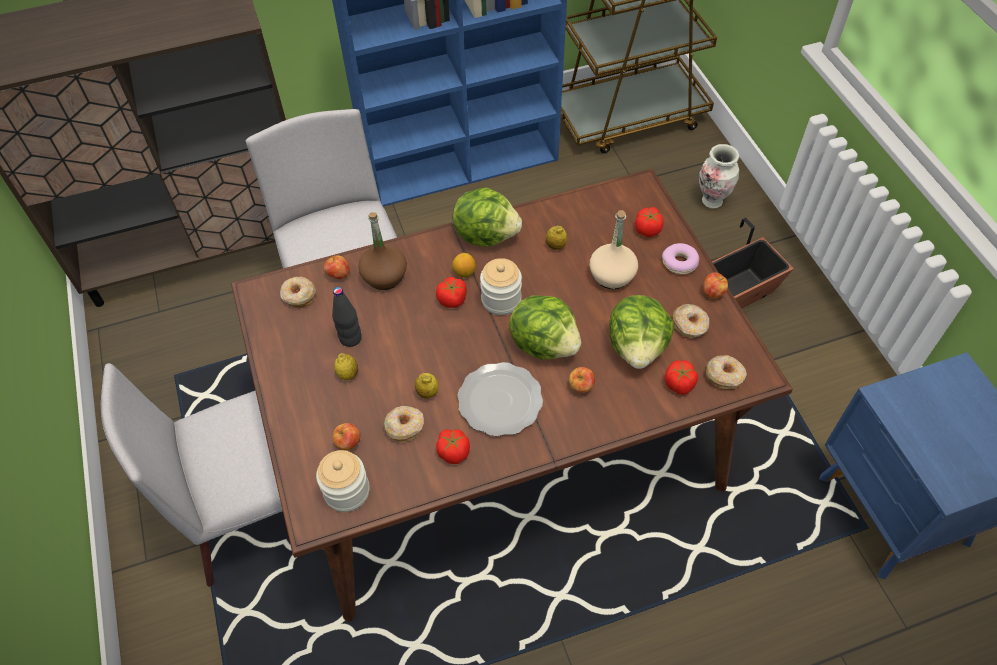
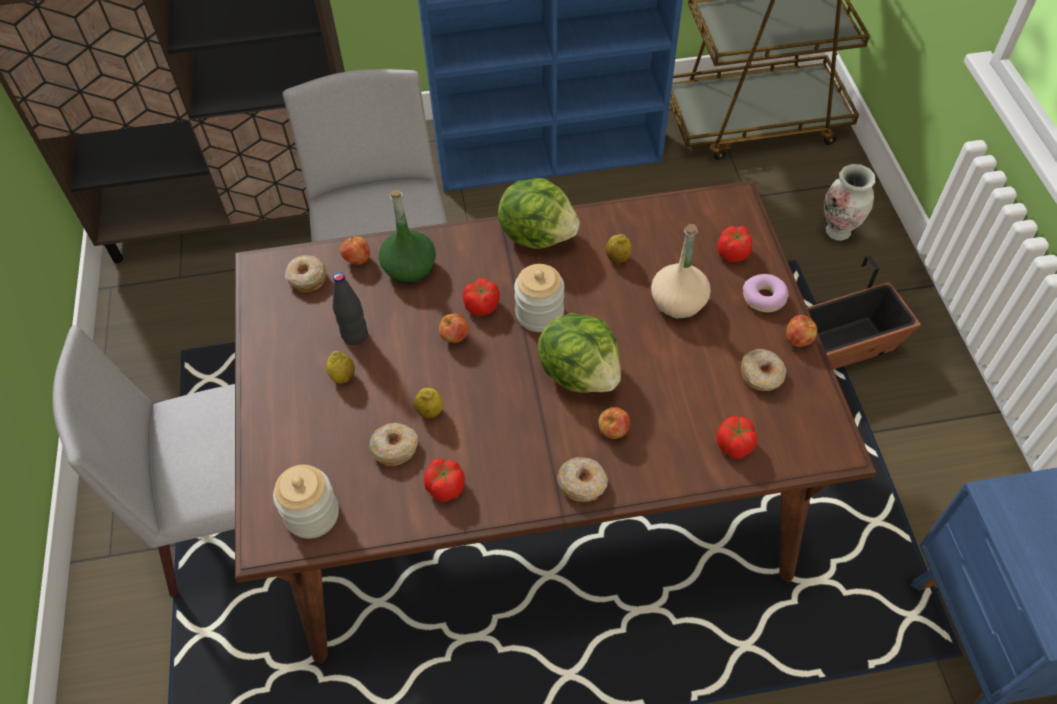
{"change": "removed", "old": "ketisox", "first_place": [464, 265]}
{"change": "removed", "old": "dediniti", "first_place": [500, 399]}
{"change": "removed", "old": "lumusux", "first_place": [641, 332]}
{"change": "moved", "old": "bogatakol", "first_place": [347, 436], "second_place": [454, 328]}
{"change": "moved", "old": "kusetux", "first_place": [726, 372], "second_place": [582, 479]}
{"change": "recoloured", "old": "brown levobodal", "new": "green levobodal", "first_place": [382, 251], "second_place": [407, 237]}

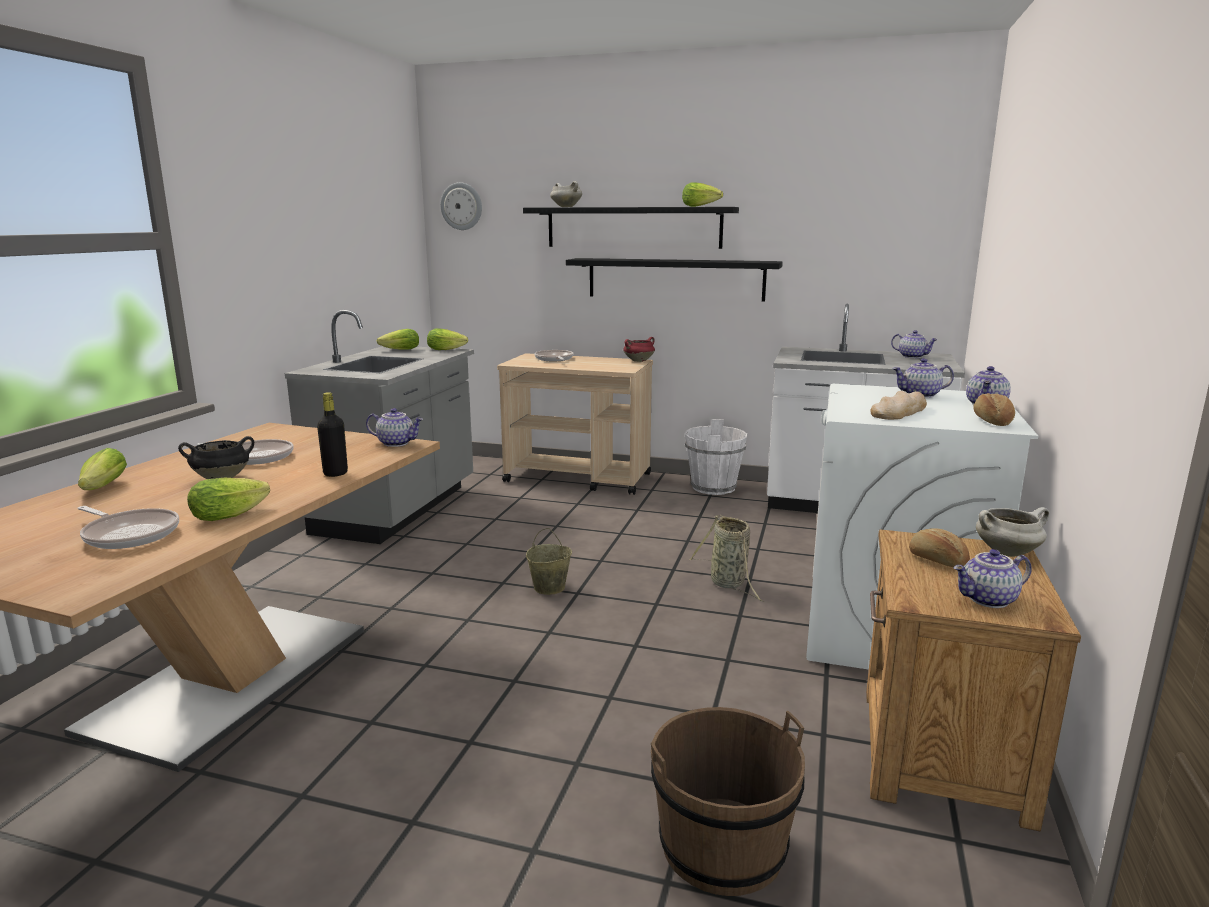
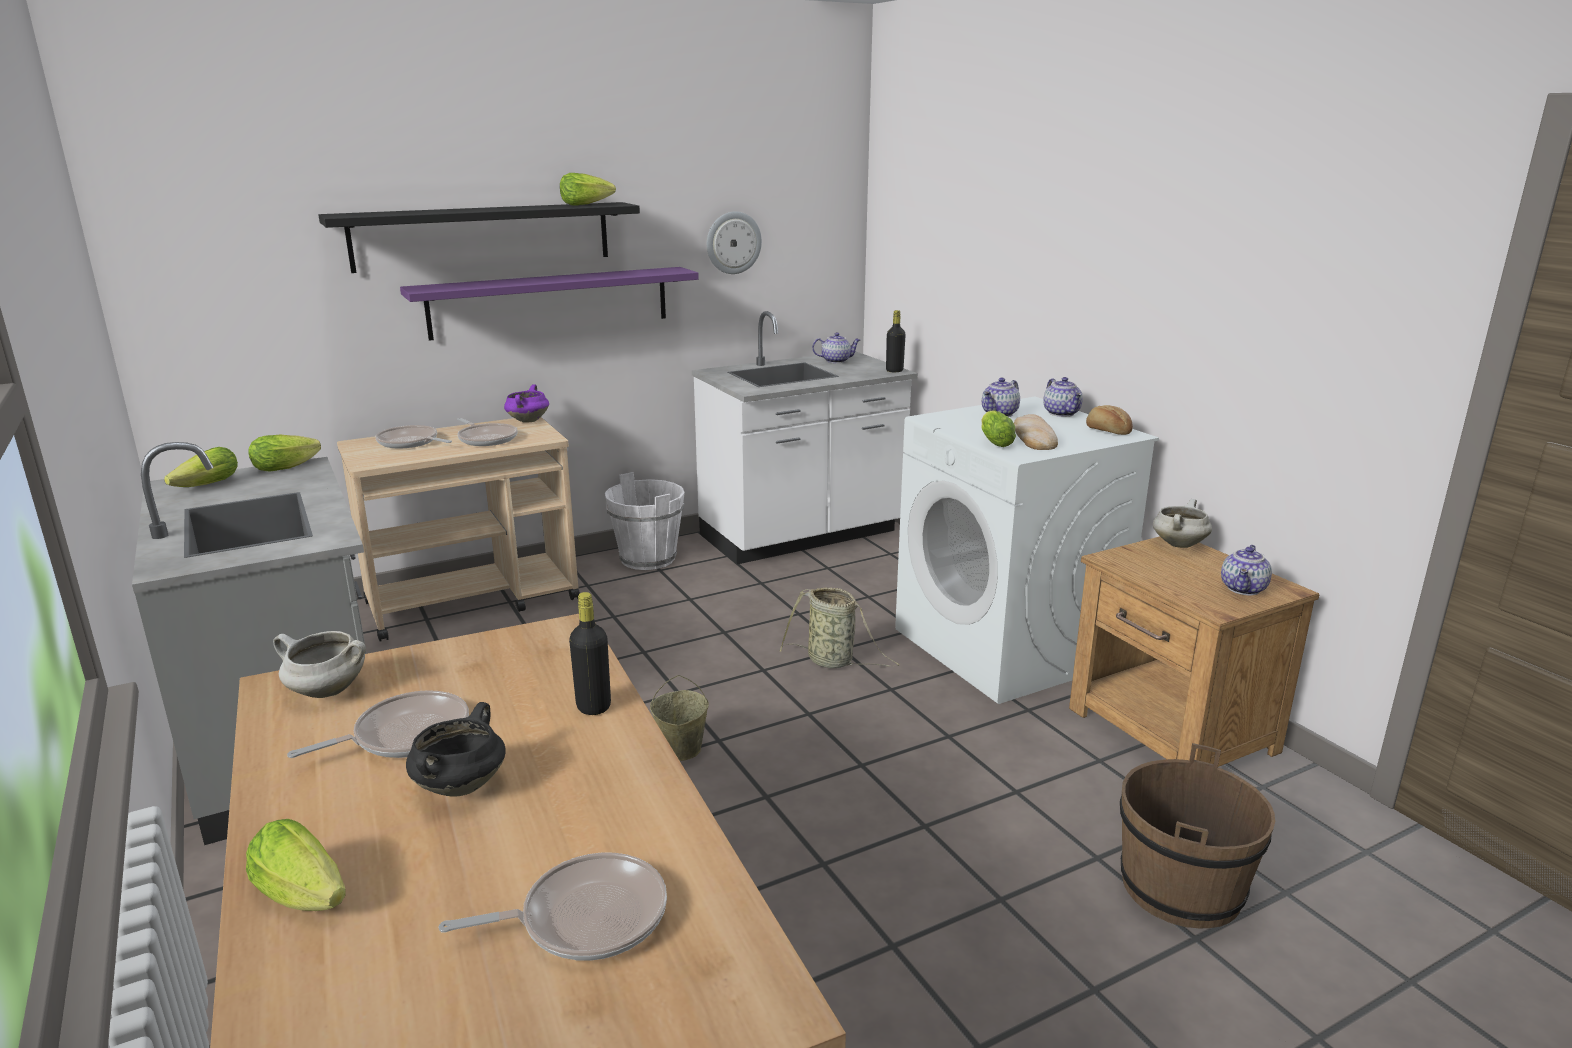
{"change": "removed", "old": "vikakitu", "first_place": [394, 427]}
{"change": "removed", "old": "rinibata", "first_place": [939, 547]}
{"change": "added", "new": "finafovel", "second_place": [487, 432]}
{"change": "added", "new": "black levobodal", "second_place": [896, 341]}
{"change": "moved", "old": "lumusux", "first_place": [228, 499], "second_place": [998, 428]}
{"change": "moved", "old": "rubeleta", "first_place": [461, 206], "second_place": [734, 242]}
{"change": "moved", "old": "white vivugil", "first_place": [566, 194], "second_place": [319, 664]}
{"change": "recoloured", "old": "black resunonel", "new": "purple resunonel", "first_place": [674, 280], "second_place": [549, 304]}
{"change": "recoloured", "old": "red vivugil", "new": "purple vivugil", "first_place": [639, 349], "second_place": [526, 403]}

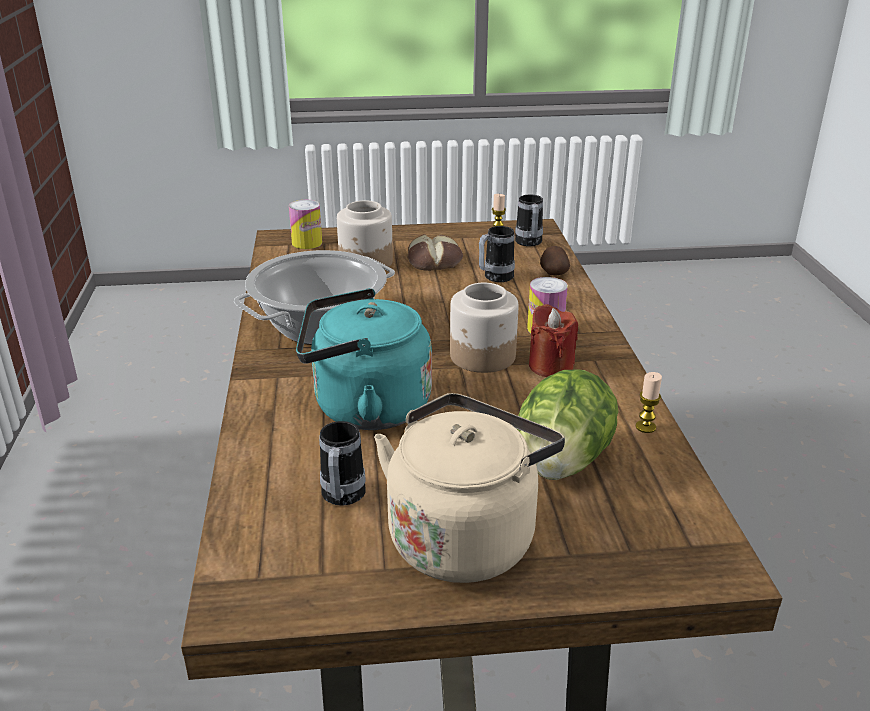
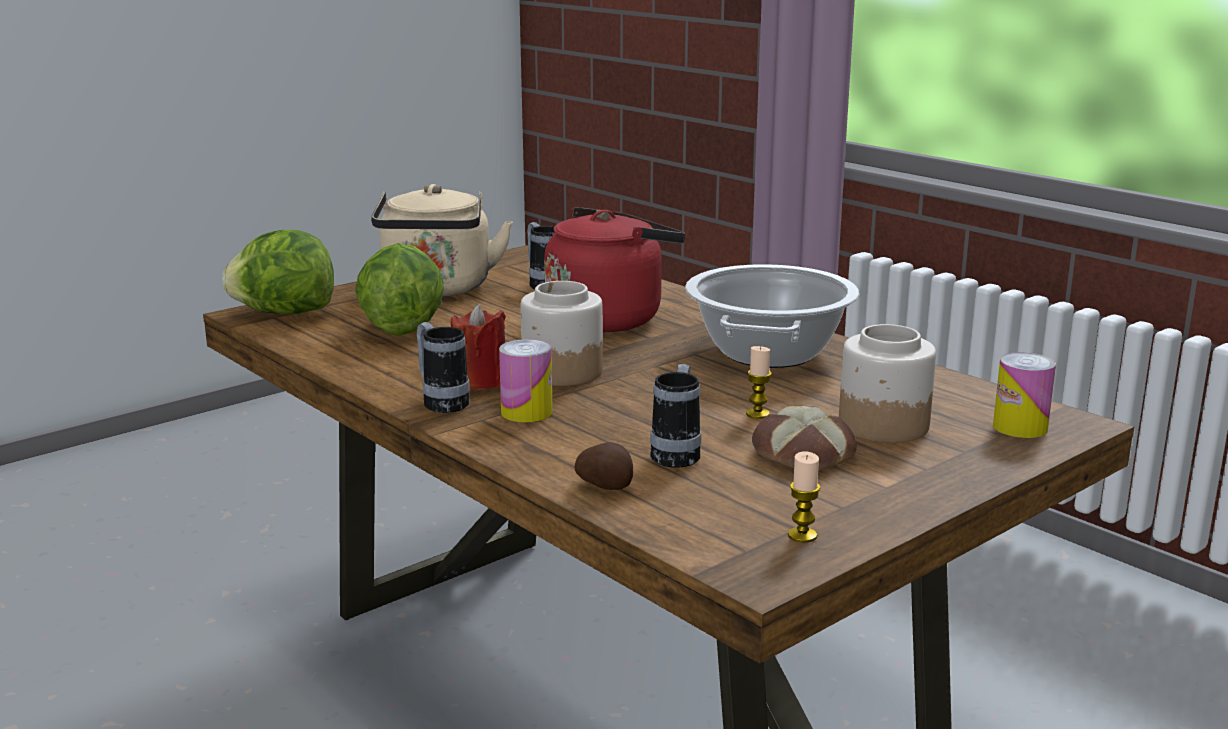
{"change": "added", "new": "lumusux", "second_place": [278, 272]}
{"change": "moved", "old": "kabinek", "first_place": [529, 220], "second_place": [443, 367]}
{"change": "moved", "old": "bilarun", "first_place": [649, 402], "second_place": [759, 382]}
{"change": "recoloured", "old": "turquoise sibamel", "new": "red sibamel", "first_place": [364, 359], "second_place": [614, 269]}

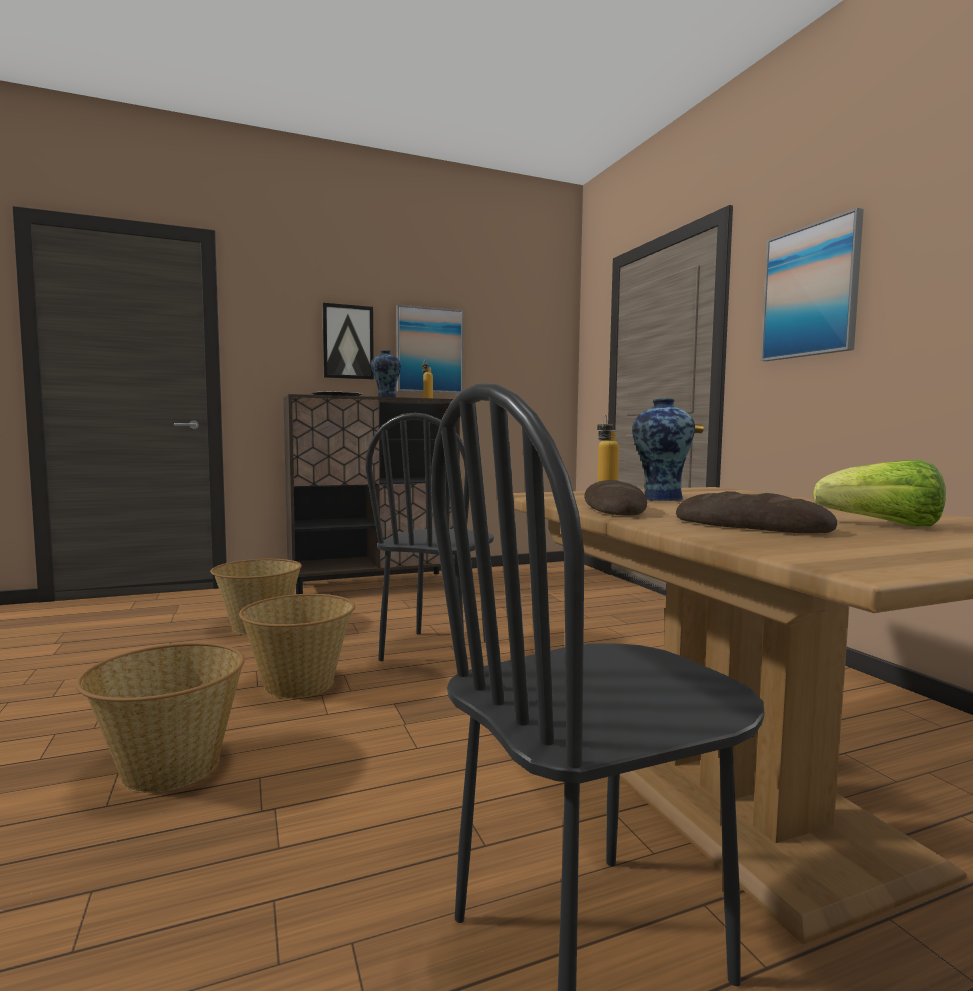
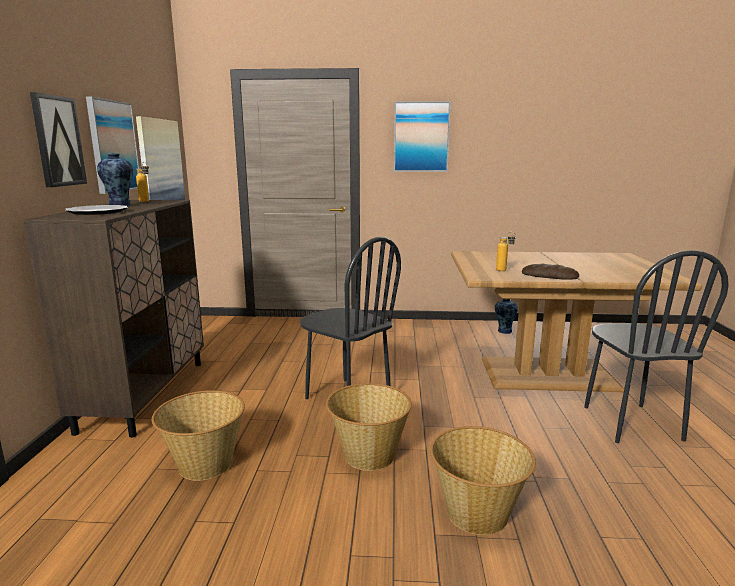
{"change": "removed", "old": "rinibata", "first_place": [756, 512]}
{"change": "removed", "old": "lumusux", "first_place": [879, 493]}
{"change": "added", "new": "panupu", "second_place": [160, 158]}
{"change": "moved", "old": "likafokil", "first_place": [663, 449], "second_place": [506, 316]}

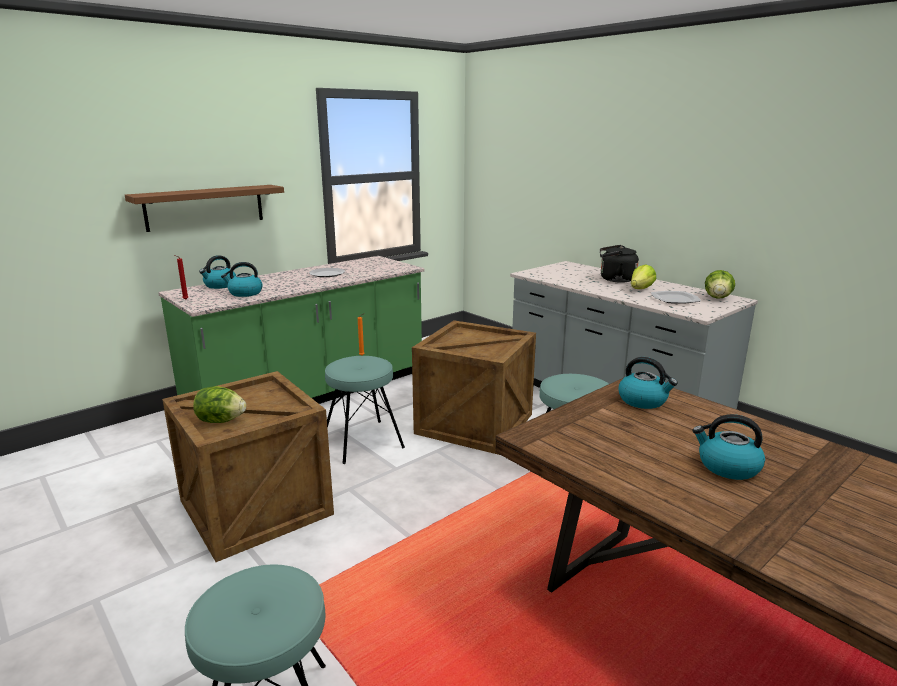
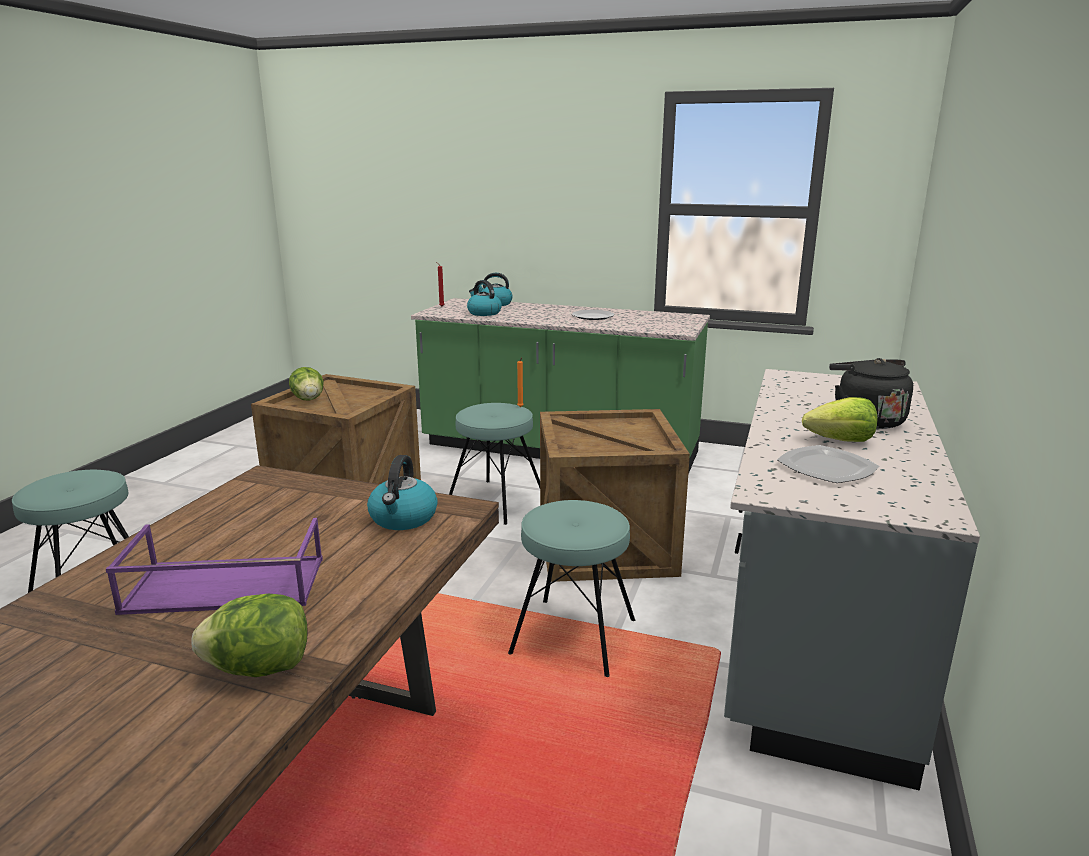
{"change": "removed", "old": "brown resunonel", "first_place": [204, 208]}
{"change": "moved", "old": "lumusux", "first_place": [720, 284], "second_place": [249, 635]}
{"change": "replaced", "old": "sibamel", "new": "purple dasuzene", "first_place": [729, 447], "second_place": [214, 566]}

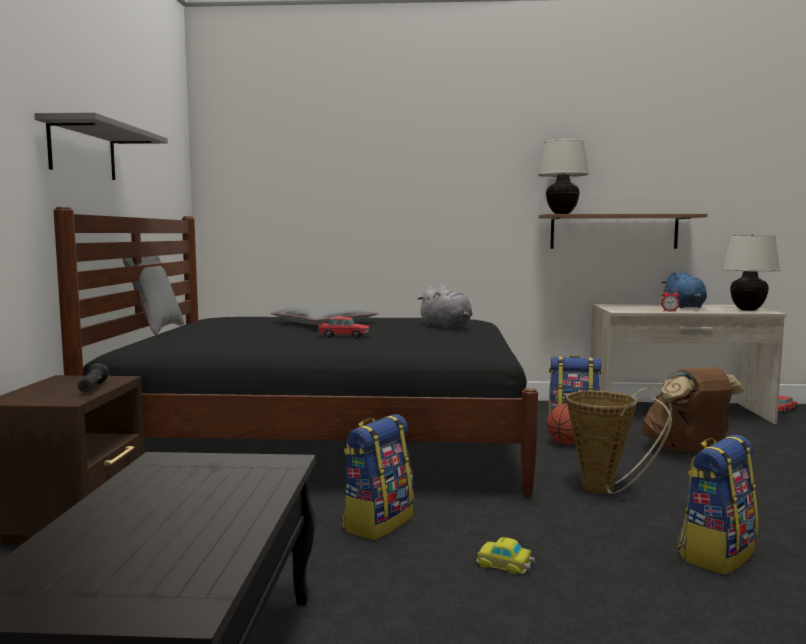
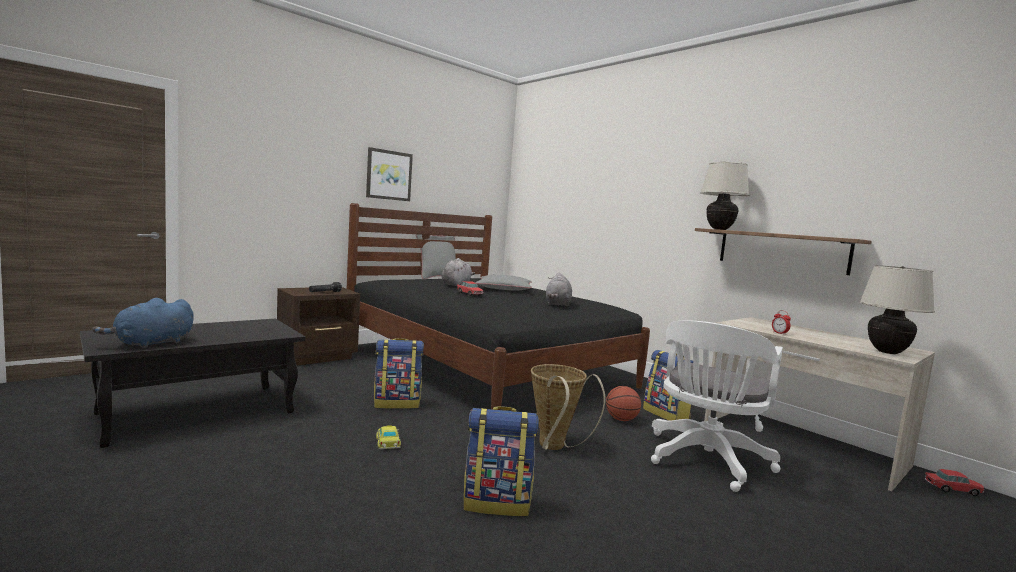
{"change": "added", "new": "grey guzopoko", "second_place": [458, 272]}
{"change": "moved", "old": "blue guzopoko", "first_place": [684, 289], "second_place": [142, 323]}
{"change": "replaced", "old": "grey resunonel", "new": "panupu", "first_place": [101, 146], "second_place": [389, 174]}
{"change": "replaced", "old": "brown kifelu", "new": "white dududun", "first_place": [693, 409], "second_place": [717, 406]}

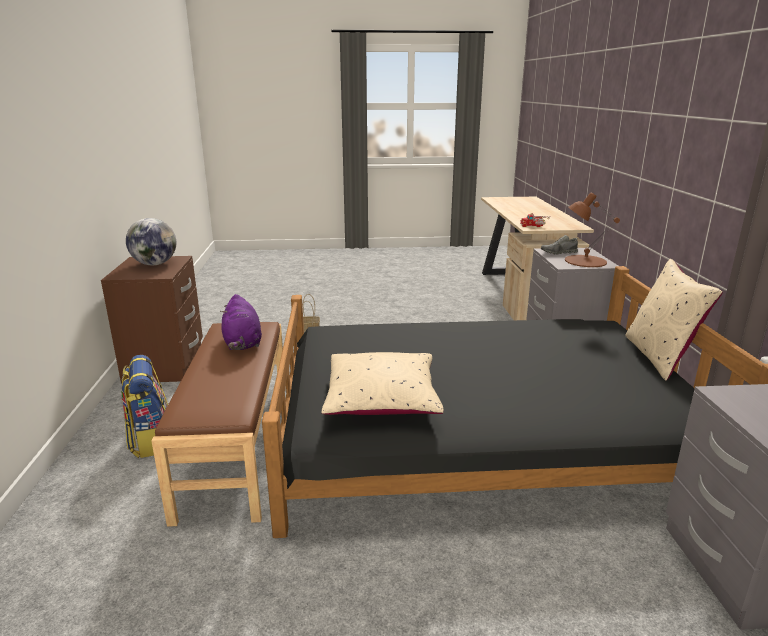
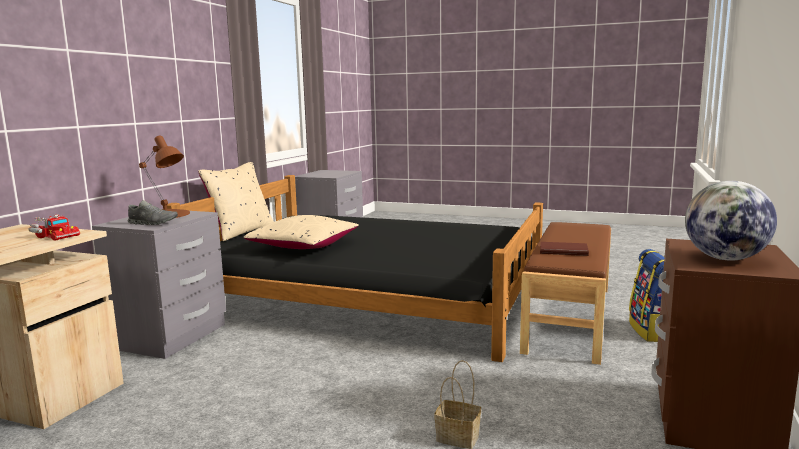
{"change": "moved", "old": "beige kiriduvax", "first_place": [383, 383], "second_place": [301, 232]}
{"change": "replaced", "old": "purple guzopoko", "new": "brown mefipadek", "first_place": [241, 322], "second_place": [564, 249]}

